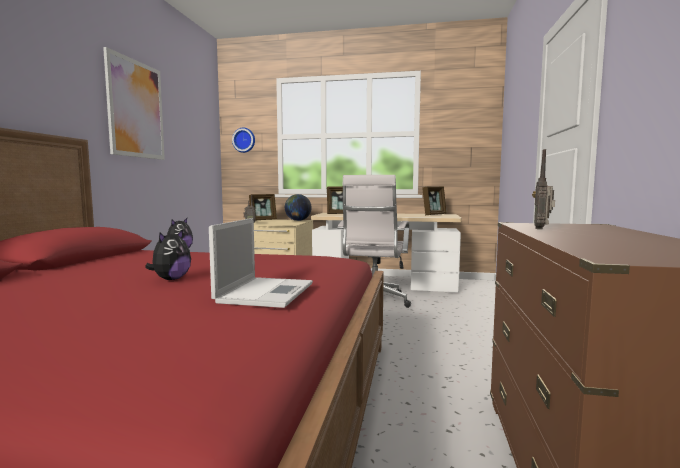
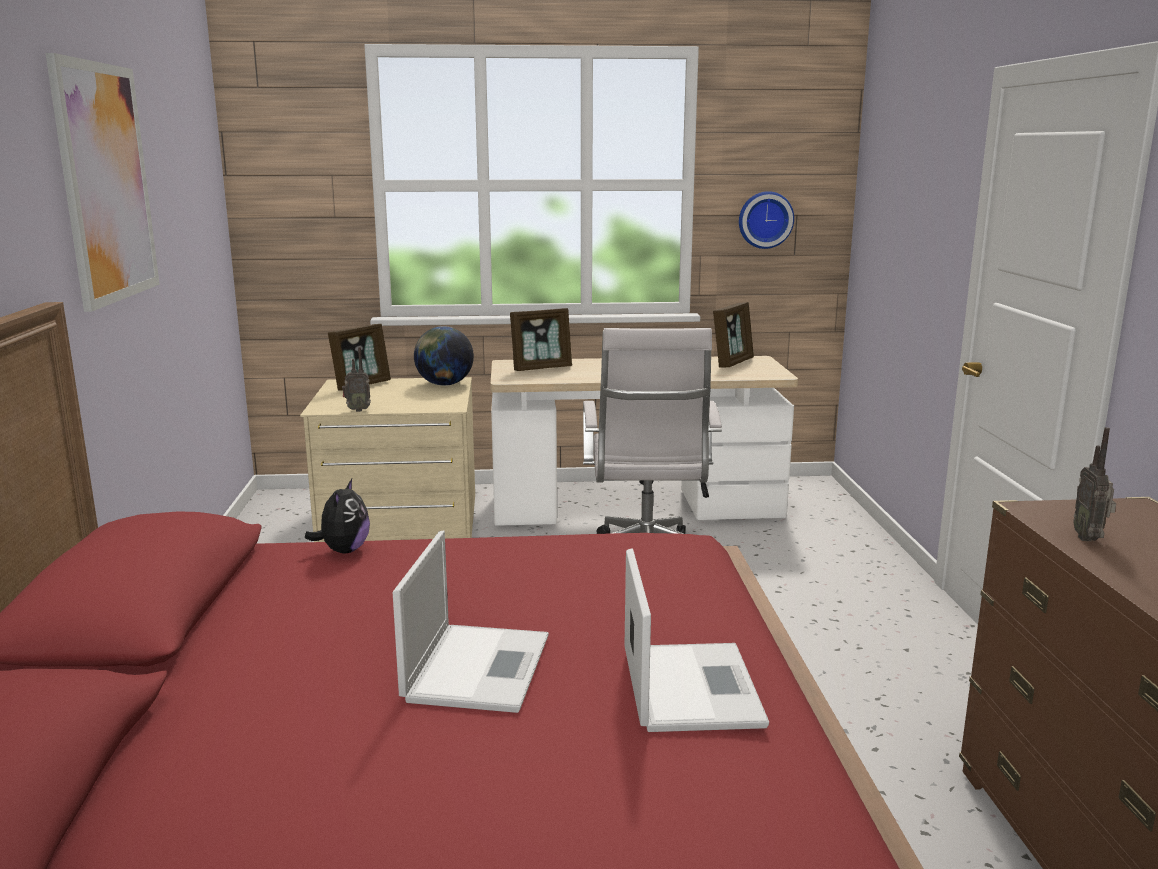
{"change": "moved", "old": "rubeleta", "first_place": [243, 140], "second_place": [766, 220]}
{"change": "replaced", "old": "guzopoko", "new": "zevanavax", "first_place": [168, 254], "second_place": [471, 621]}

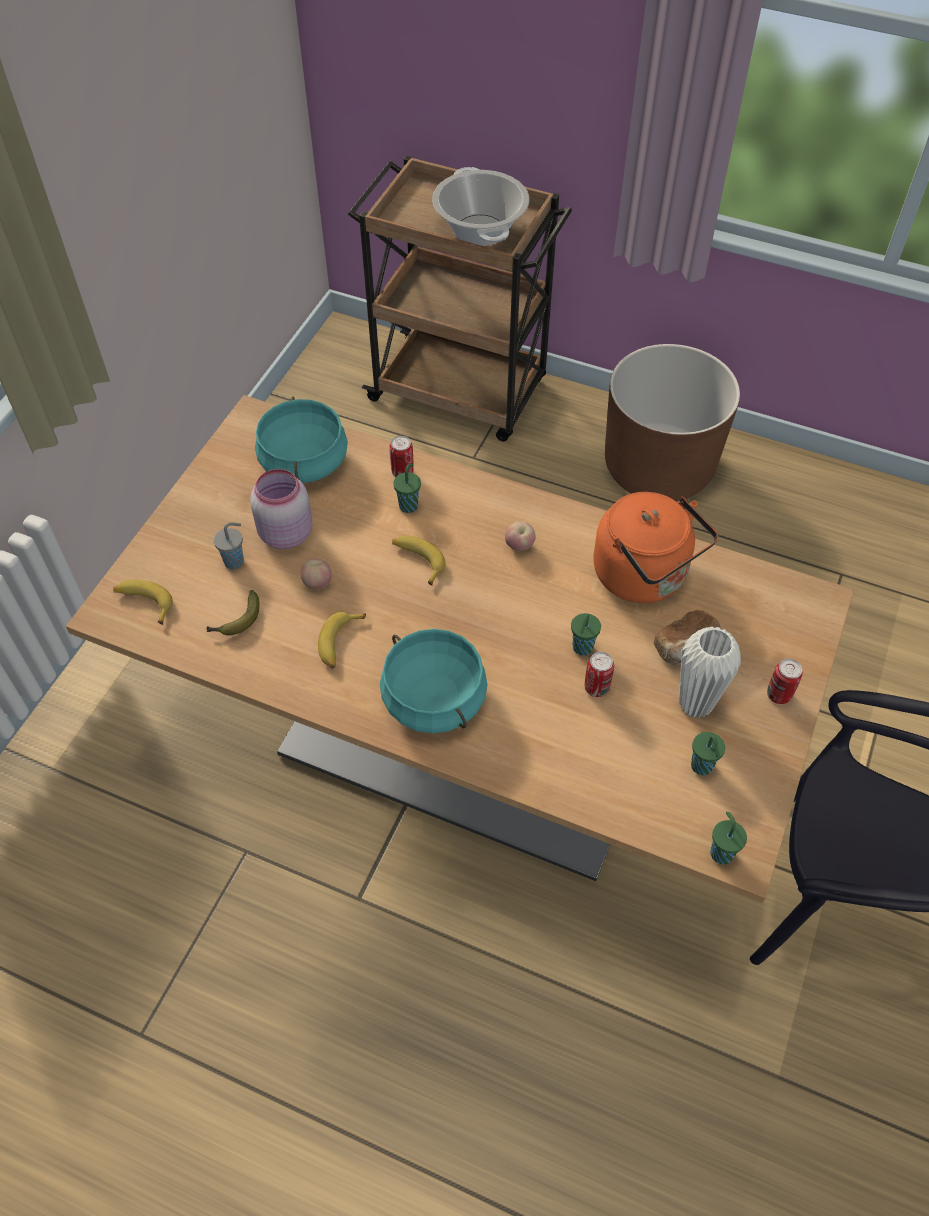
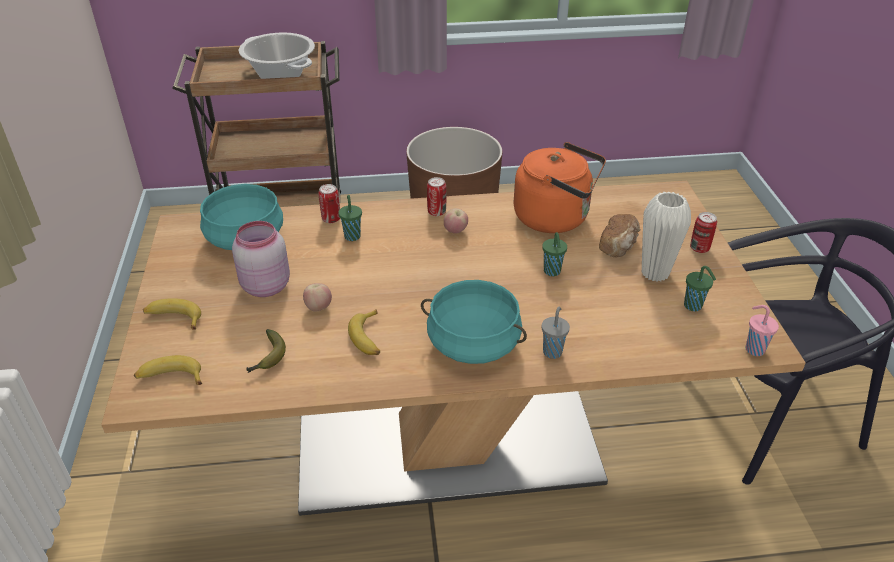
{"change": "moved", "old": "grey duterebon", "first_place": [229, 545], "second_place": [556, 333]}
{"change": "moved", "old": "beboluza", "first_place": [418, 560], "second_place": [172, 314]}
{"change": "moved", "old": "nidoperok", "first_place": [599, 674], "second_place": [436, 196]}
{"change": "recoloured", "old": "green duterebon", "new": "pink duterebon", "first_place": [728, 838], "second_place": [762, 330]}

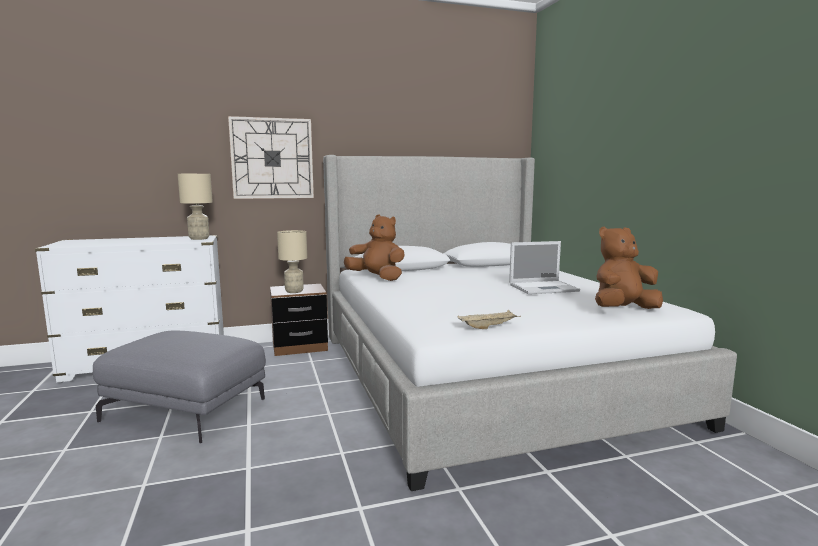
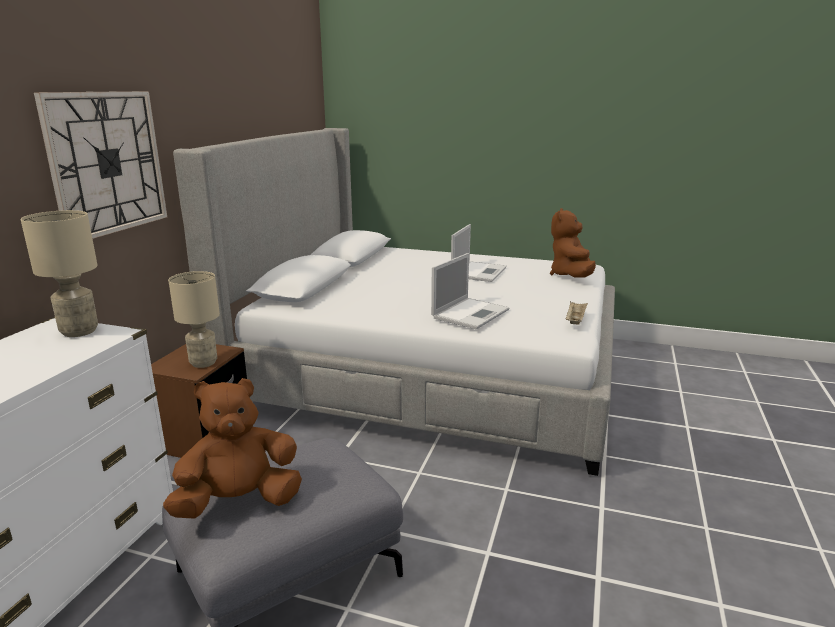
{"change": "added", "new": "zevanavax", "second_place": [470, 291]}
{"change": "moved", "old": "brown guzopoko", "first_place": [374, 247], "second_place": [232, 448]}

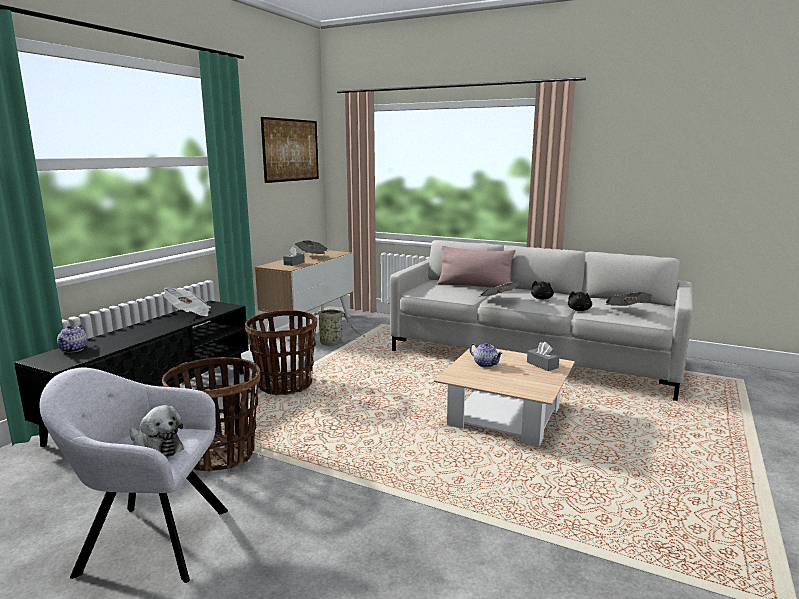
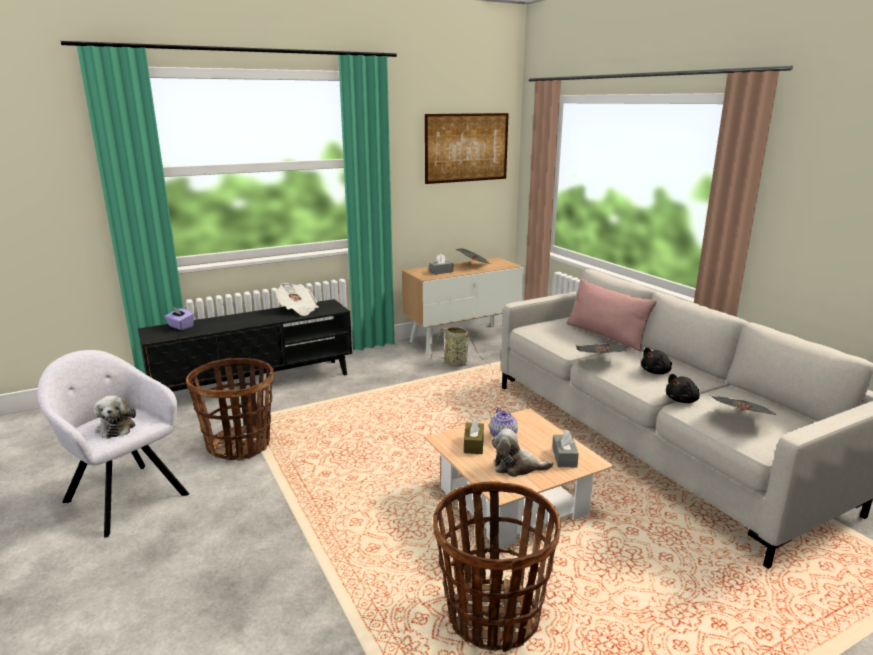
{"change": "added", "new": "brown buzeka", "second_place": [474, 436]}
{"change": "added", "new": "guzopoko", "second_place": [522, 452]}
{"change": "moved", "old": "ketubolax", "first_place": [281, 352], "second_place": [497, 567]}
{"change": "replaced", "old": "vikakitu", "new": "purple buzeka", "first_place": [72, 338], "second_place": [179, 318]}

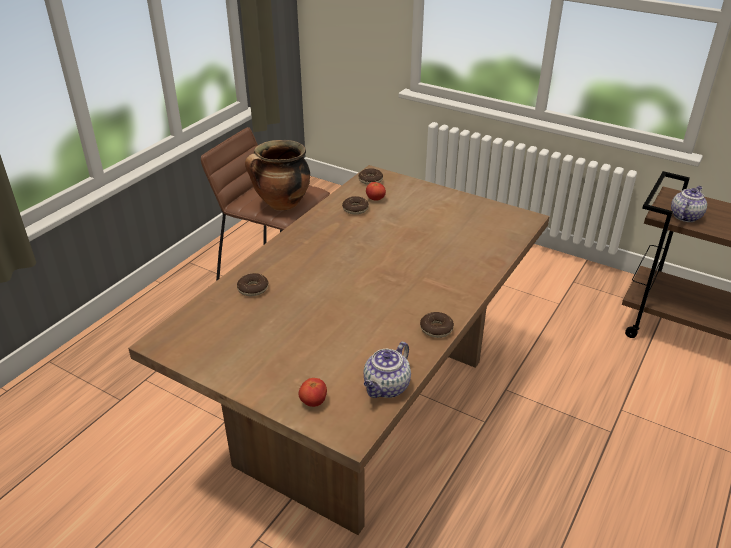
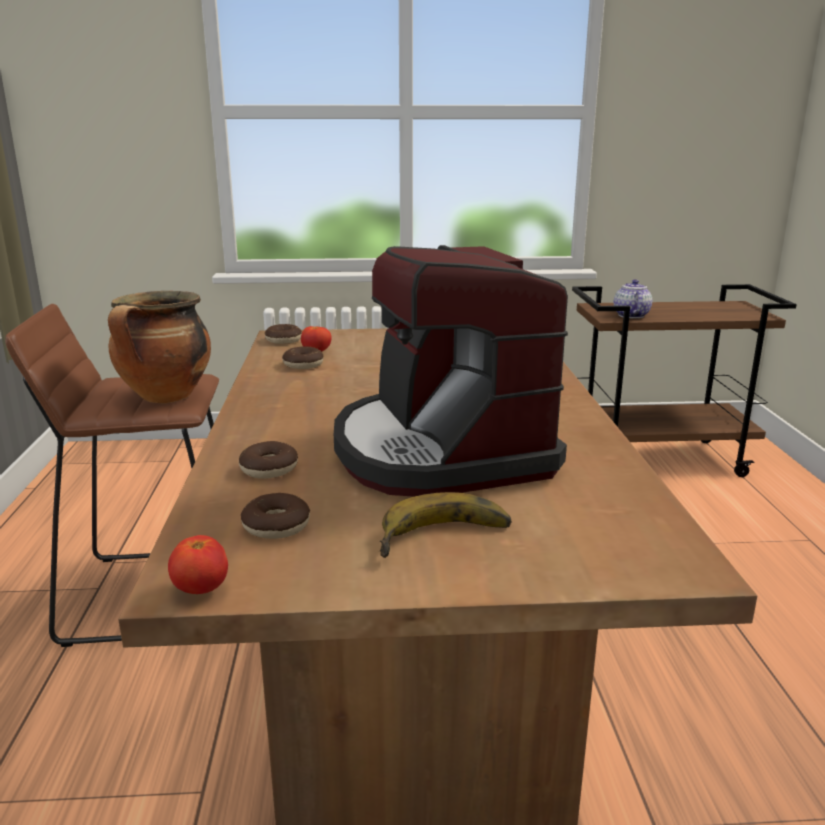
{"change": "removed", "old": "vikakitu", "first_place": [387, 370]}
{"change": "added", "new": "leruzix", "second_place": [451, 371]}
{"change": "added", "new": "beboluza", "second_place": [446, 525]}
{"change": "moved", "old": "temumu", "first_place": [313, 392], "second_place": [198, 564]}
{"change": "moved", "old": "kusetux", "first_place": [437, 325], "second_place": [275, 516]}

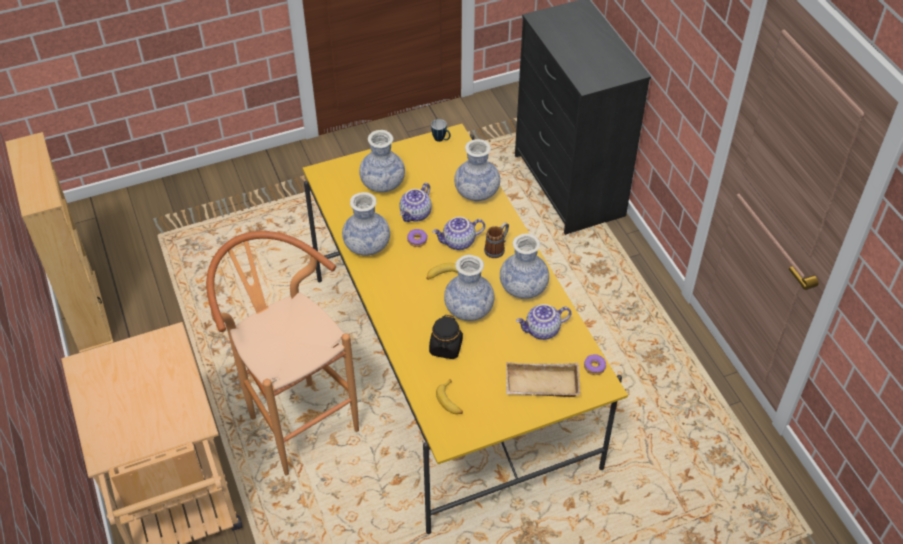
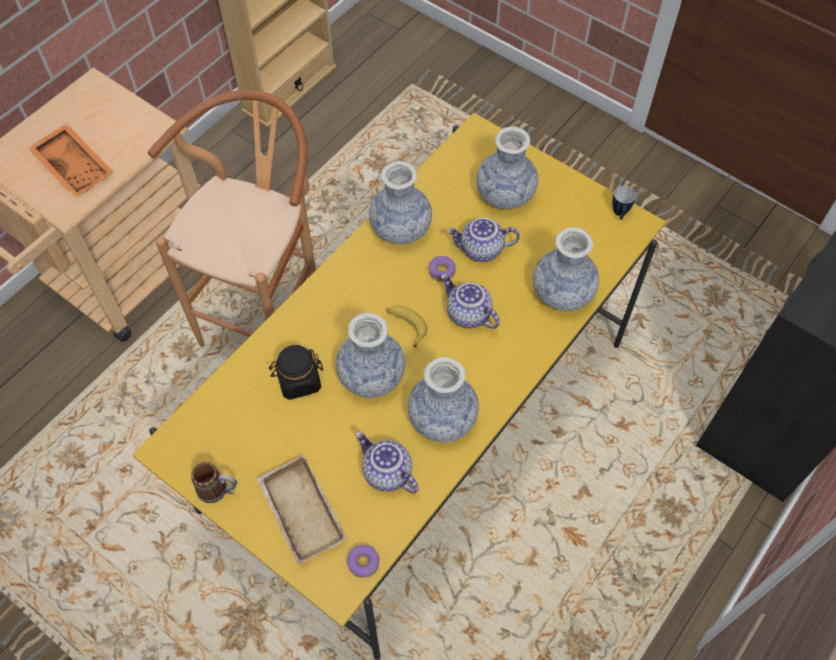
{"change": "removed", "old": "beboluza", "first_place": [449, 396]}
{"change": "added", "new": "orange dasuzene", "second_place": [70, 160]}
{"change": "moved", "old": "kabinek", "first_place": [496, 240], "second_place": [214, 482]}

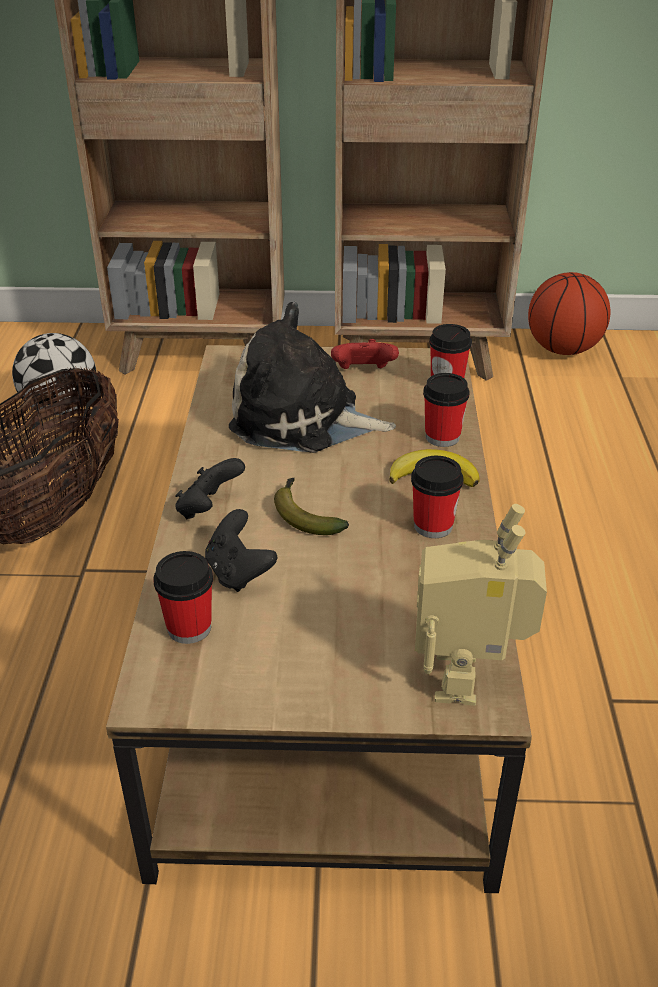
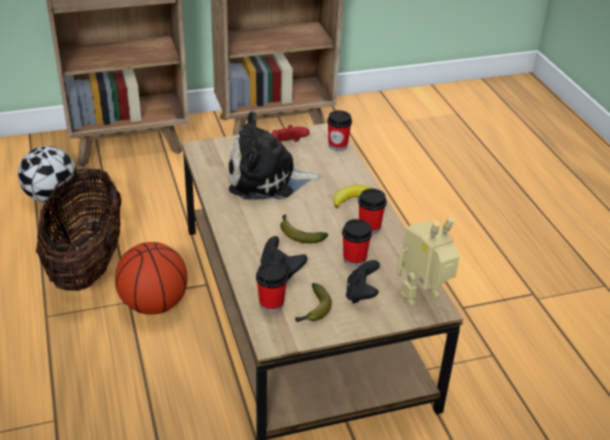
{"change": "added", "new": "beboluza", "second_place": [313, 302]}
{"change": "moved", "old": "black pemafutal", "first_place": [210, 488], "second_place": [363, 281]}
{"change": "moved", "old": "duterebon", "first_place": [446, 410], "second_place": [357, 243]}
{"change": "moved", "old": "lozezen", "first_place": [569, 313], "second_place": [151, 278]}
{"change": "turned", "old": "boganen", "first_place": [481, 605], "second_place": [428, 261], "degrees": 75}

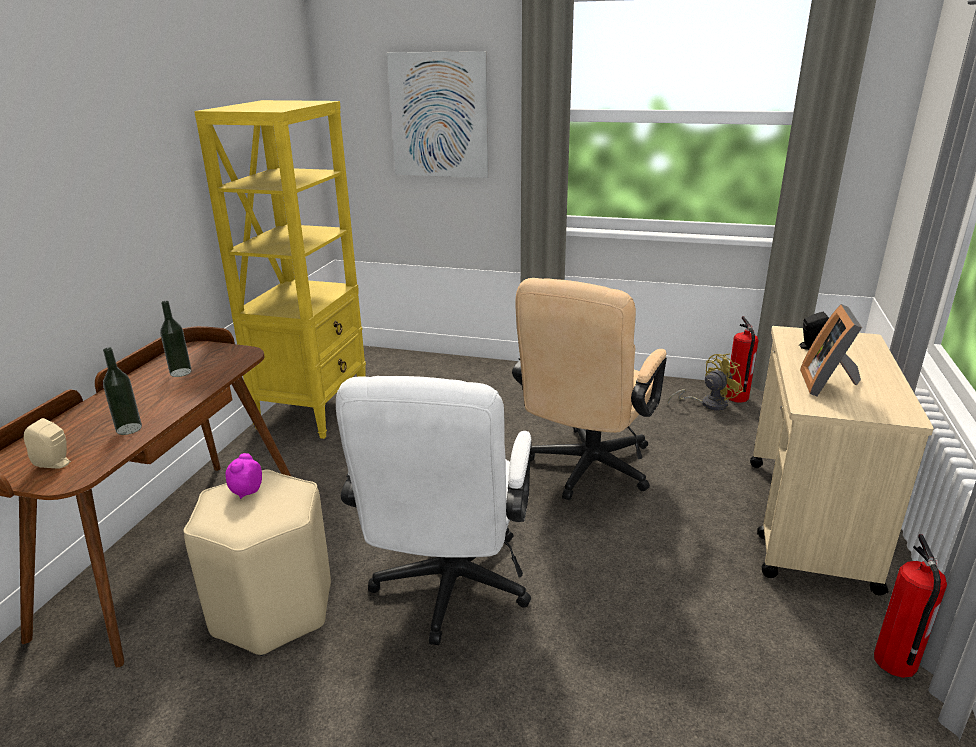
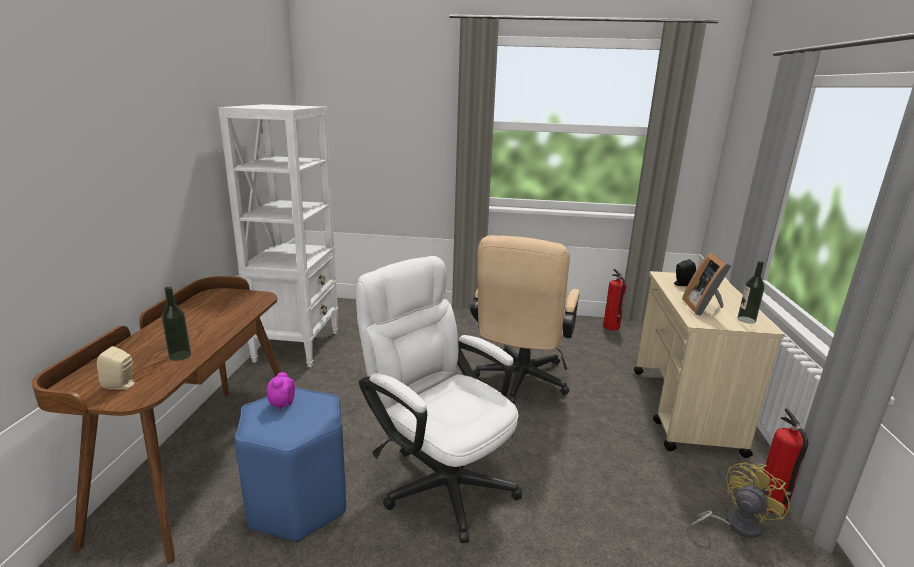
{"change": "removed", "old": "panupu", "first_place": [437, 114]}
{"change": "moved", "old": "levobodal", "first_place": [176, 339], "second_place": [751, 292]}
{"change": "moved", "old": "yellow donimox", "first_place": [705, 382], "second_place": [739, 500]}
{"change": "recoloured", "old": "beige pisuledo", "new": "blue pisuledo", "first_place": [257, 563], "second_place": [290, 464]}
{"change": "recoloured", "old": "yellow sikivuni", "new": "white sikivuni", "first_place": [280, 269], "second_place": [278, 235]}
{"change": "turned", "old": "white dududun", "first_place": [434, 510], "second_place": [439, 399], "degrees": 135}

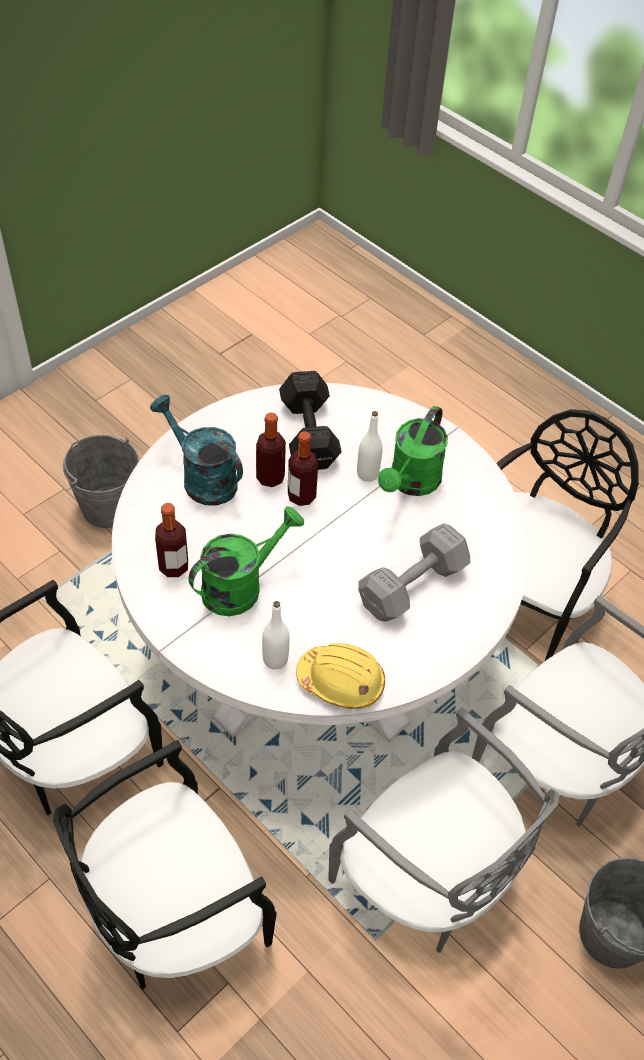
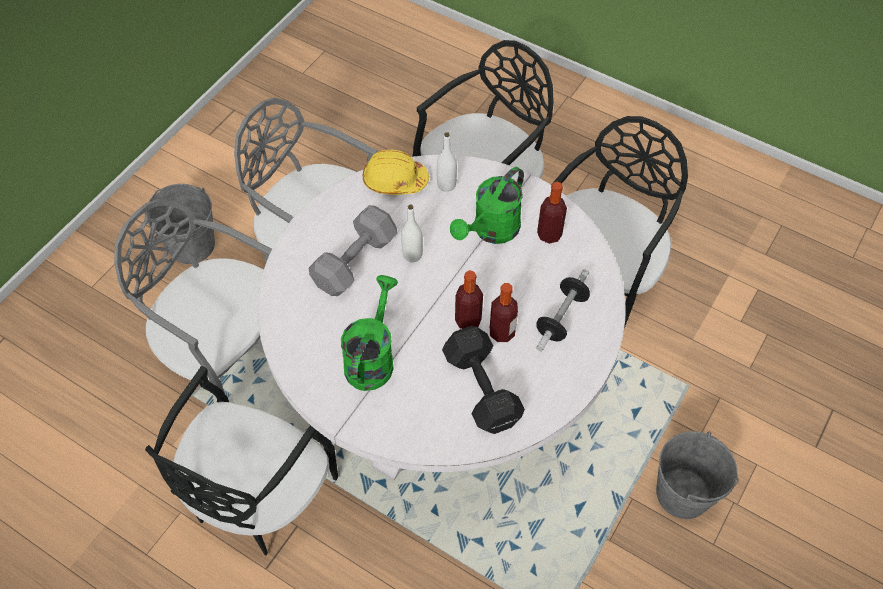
{"change": "moved", "old": "white levobodal", "first_place": [370, 446], "second_place": [412, 233]}
{"change": "replaced", "old": "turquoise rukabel", "new": "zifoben", "first_place": [196, 450], "second_place": [563, 310]}

